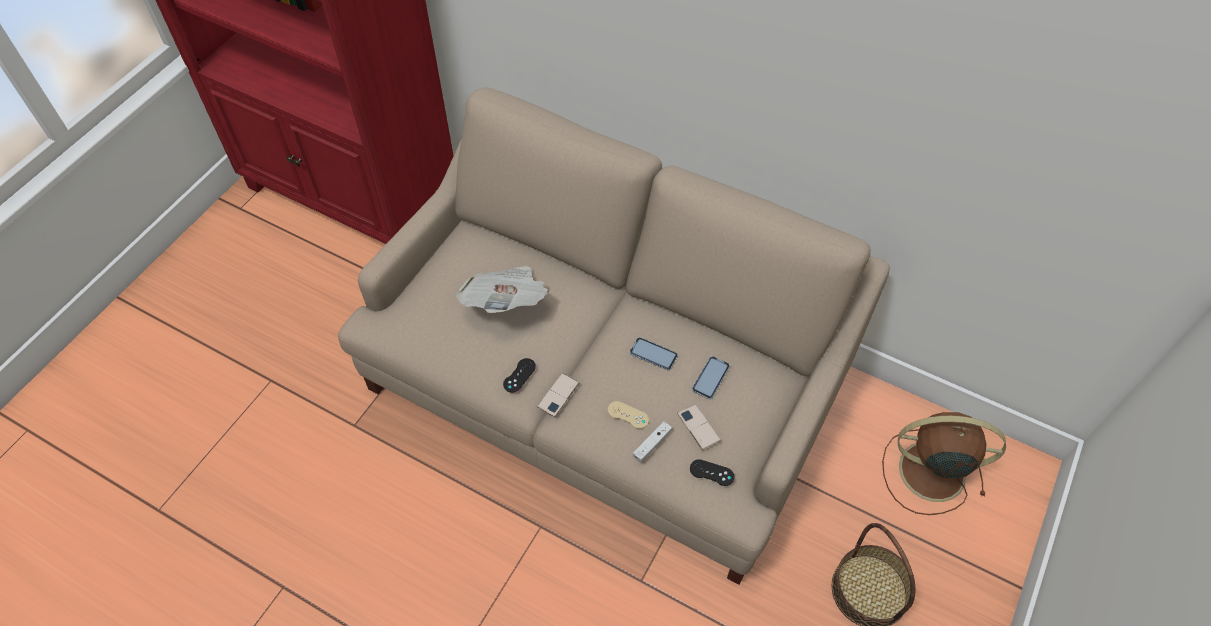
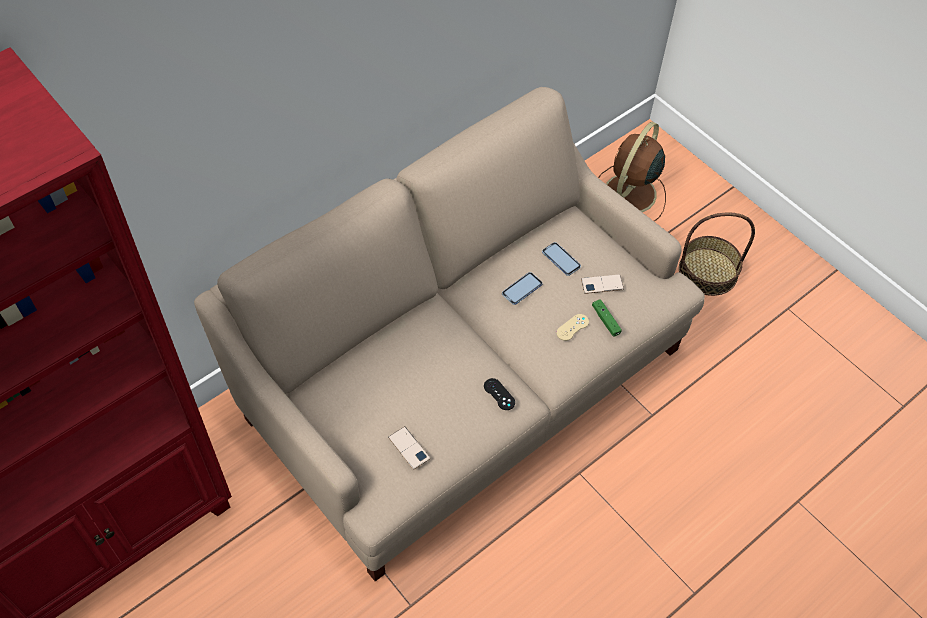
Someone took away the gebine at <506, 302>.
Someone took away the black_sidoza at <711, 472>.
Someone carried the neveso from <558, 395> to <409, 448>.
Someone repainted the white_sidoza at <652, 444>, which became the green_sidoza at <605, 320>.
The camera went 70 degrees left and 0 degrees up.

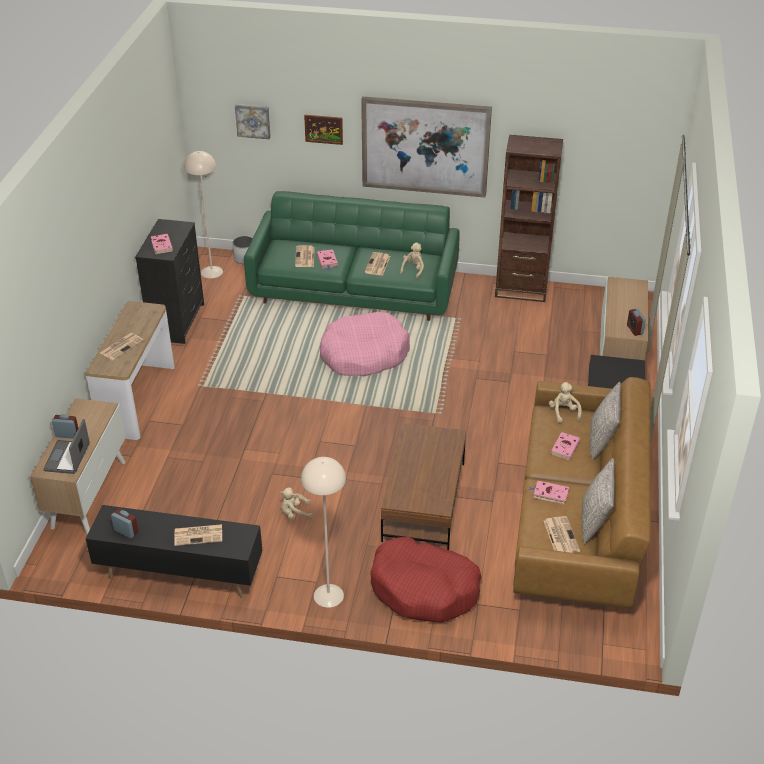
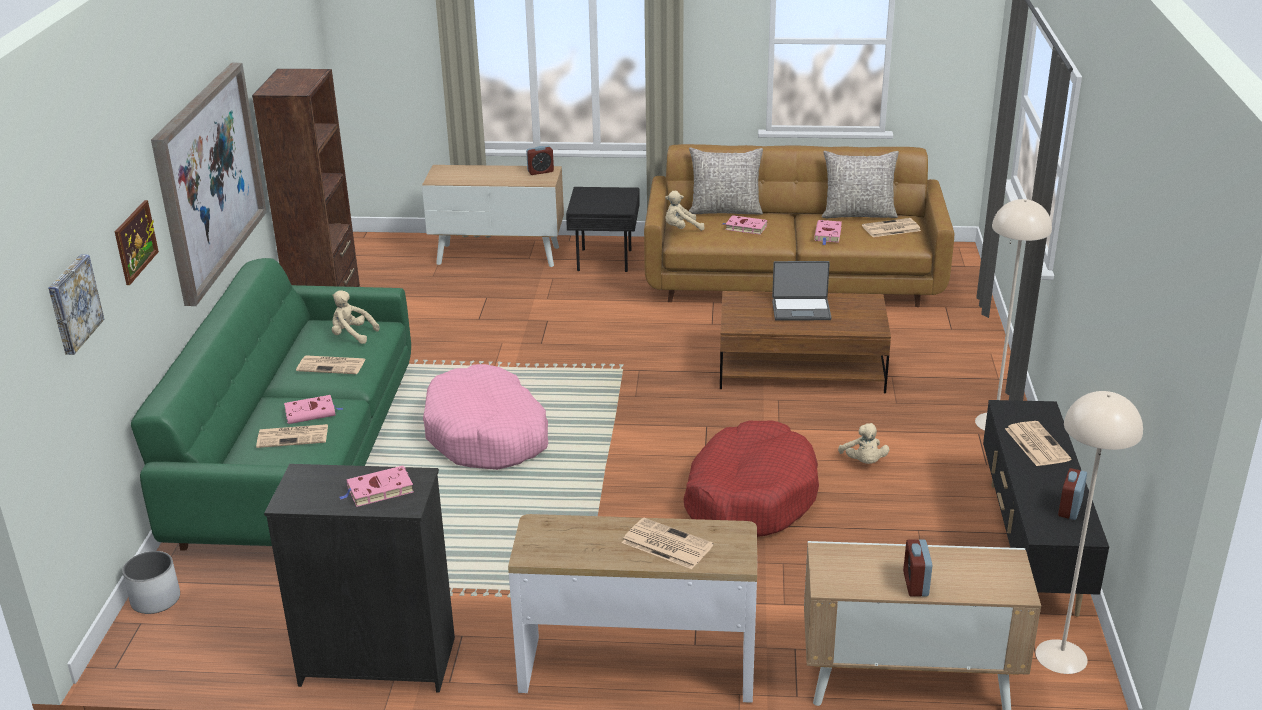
Someone carried the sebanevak from <68, 458> to <801, 310>.
Someone carried the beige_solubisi from <211, 272> to <1061, 656>.
Someone carried the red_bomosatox from <424, 589> to <749, 496>.
The camera went 95 degrees left and 10 degrees down.

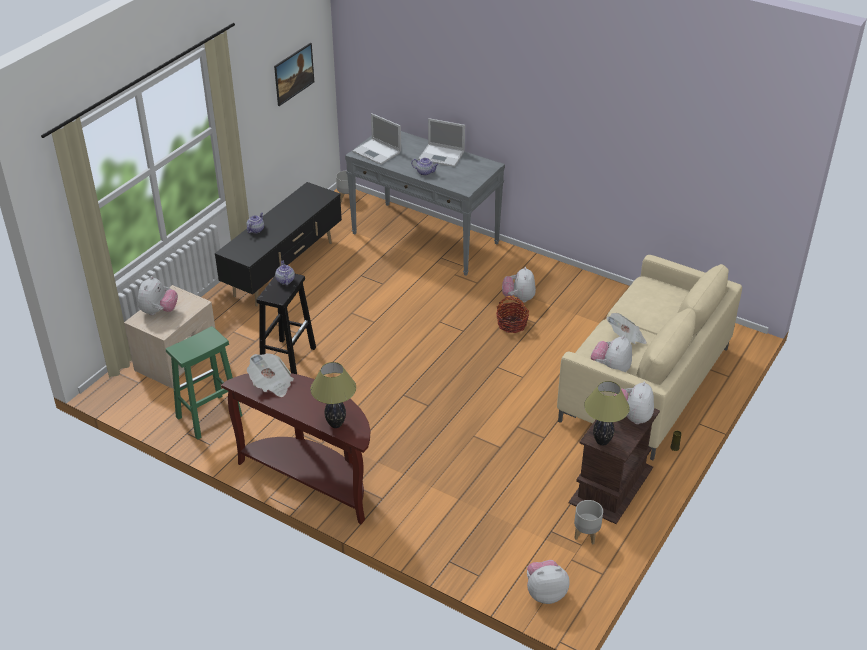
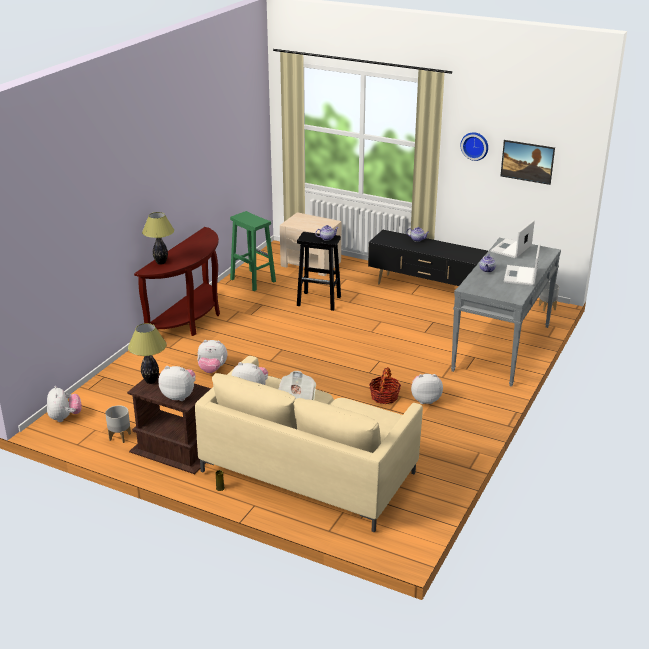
Someone took away the gebine at <271, 384>.
Someone put up the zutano at <475, 145>.
Someone carried the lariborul from <159, 311> to <212, 369>.
The camera went 85 degrees right and 10 degrees down.

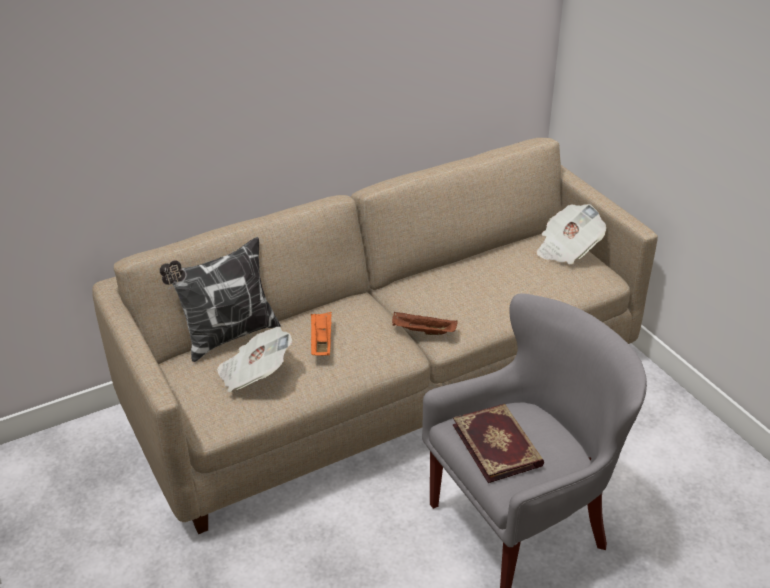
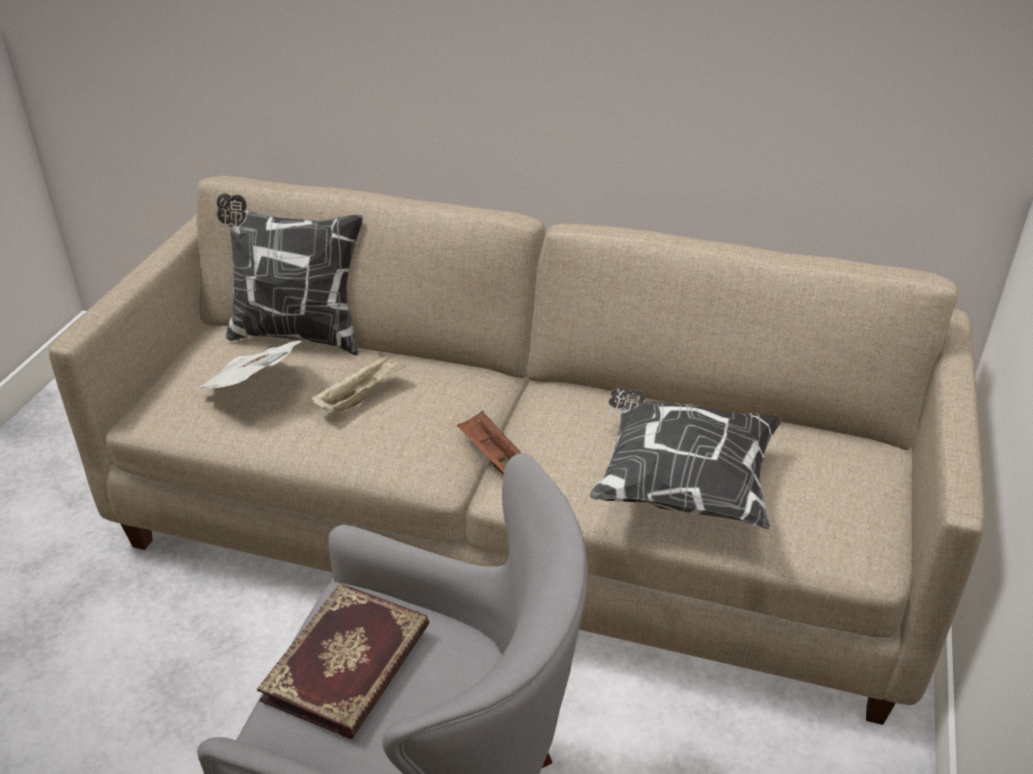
Someone took away the gebine at <567, 249>.
Someone put down the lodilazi at <681, 484>.
Someone repainted the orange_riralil at <321, 342>, which became the beige_riralil at <360, 396>.
The camera went 45 degrees right and 0 degrees up.

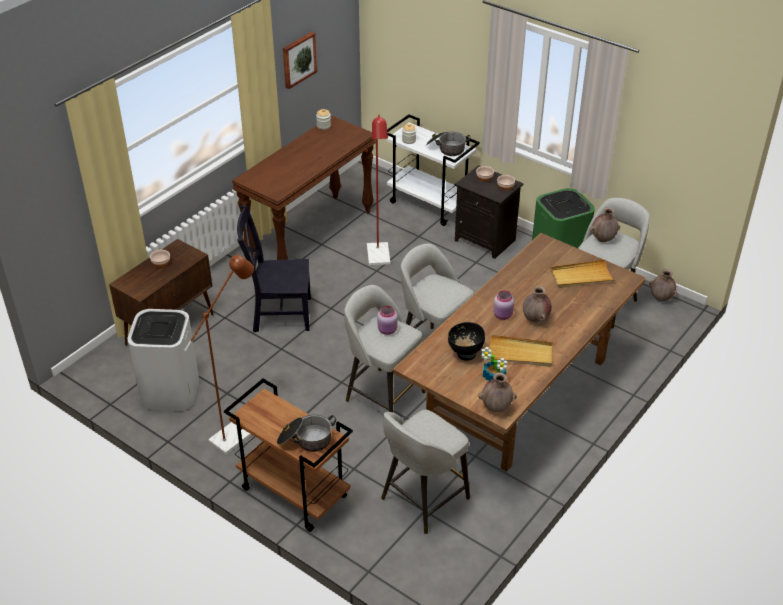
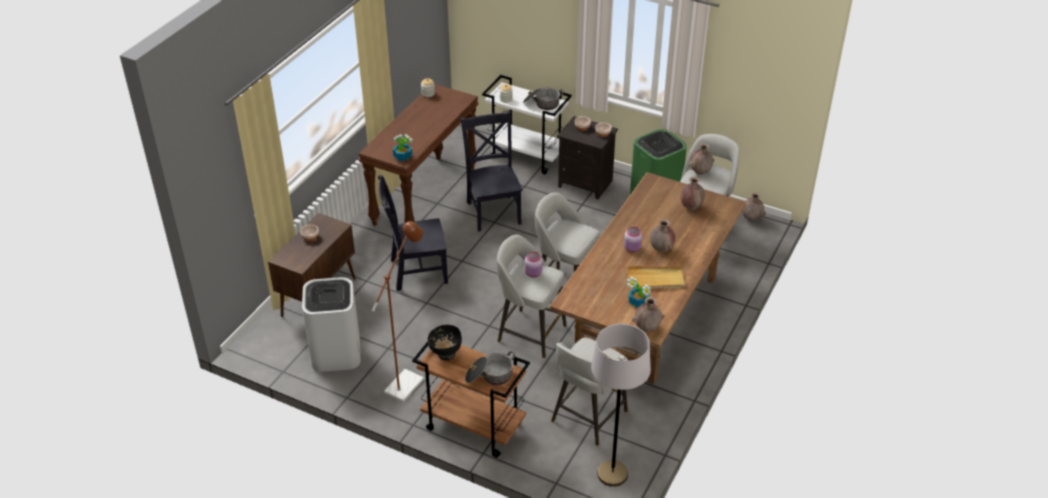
Someone took away the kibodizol at <298, 59>.
Someone put down the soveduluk at <402, 156>.
Someone put down the grey_solubisi at <612, 474>.
Someone carried the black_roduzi from <465, 354> to <446, 354>.
Someone swapped the red_solubisi at <379, 259> for the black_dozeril at <493, 211>.
Someone swapped the beige_riralil at <581, 276> for the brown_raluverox at <691, 207>.
The camera went 10 degrees left and 0 degrees up.

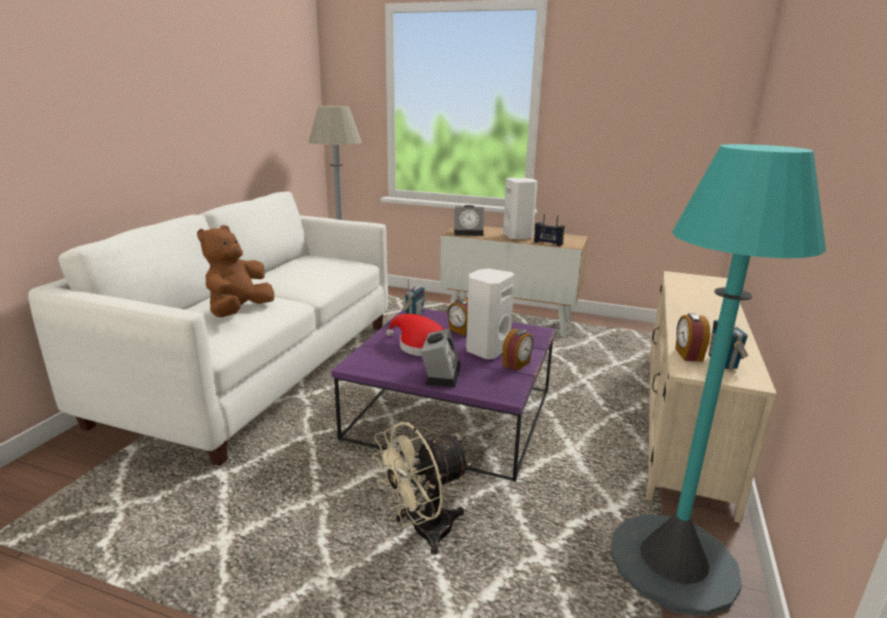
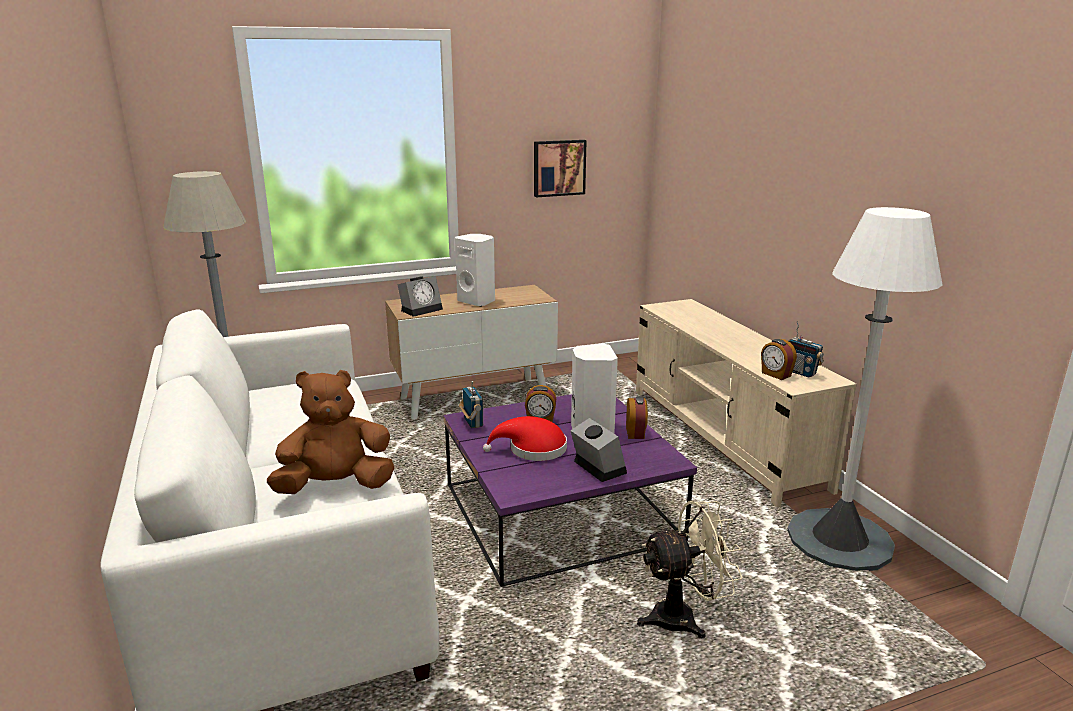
Someone took away the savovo at <548, 243>.
Someone put up the kibodizol at <558, 168>.
Someone repainted the turquoise_solubisi at <673, 562>, which became the white_solubisi at <839, 540>.
Someone rotated the brown_lariborul at <239, 311> by 90 degrees clockwise.
Someone rotated the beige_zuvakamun at <422, 532> by 120 degrees counterclockwise.
The camera went 40 degrees left and 0 degrees up.

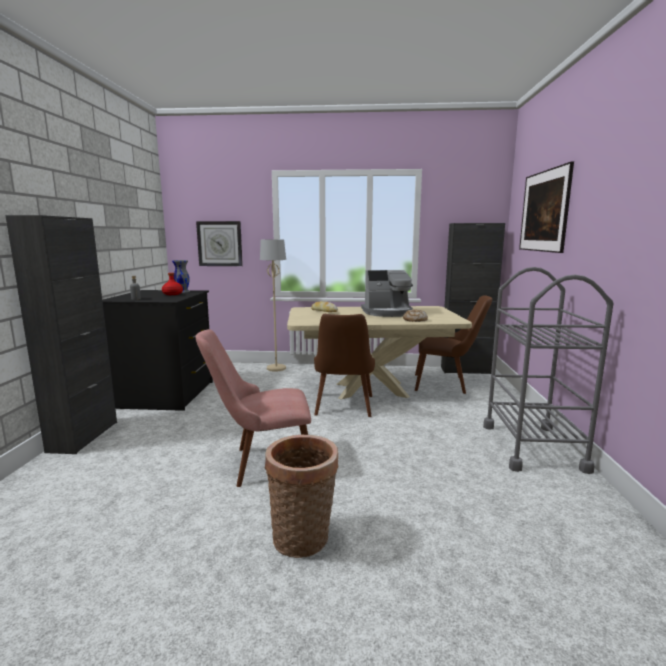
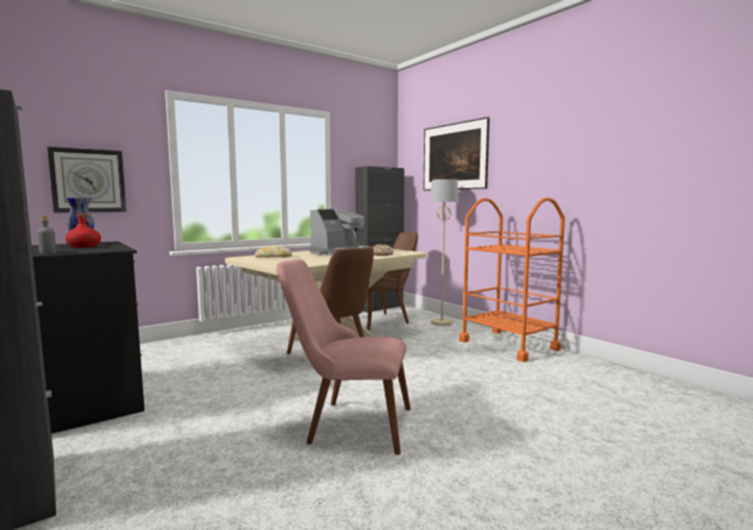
Someone took away the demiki at <303, 540>.
Someone carried the beige_solubisi from <276, 368> to <441, 322>.
Someone repainted the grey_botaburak at <532, 447>, which became the orange_botaburak at <508, 345>.
Someone rotated the pink_dozeril at <261, 464> by 60 degrees clockwise.
The camera went 40 degrees left and 5 degrees down.

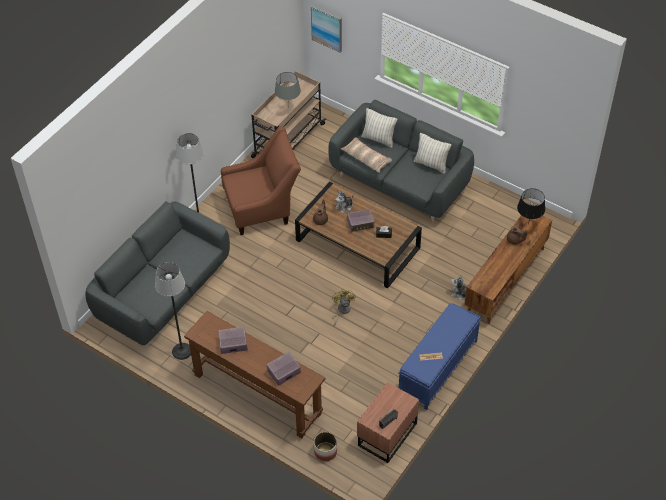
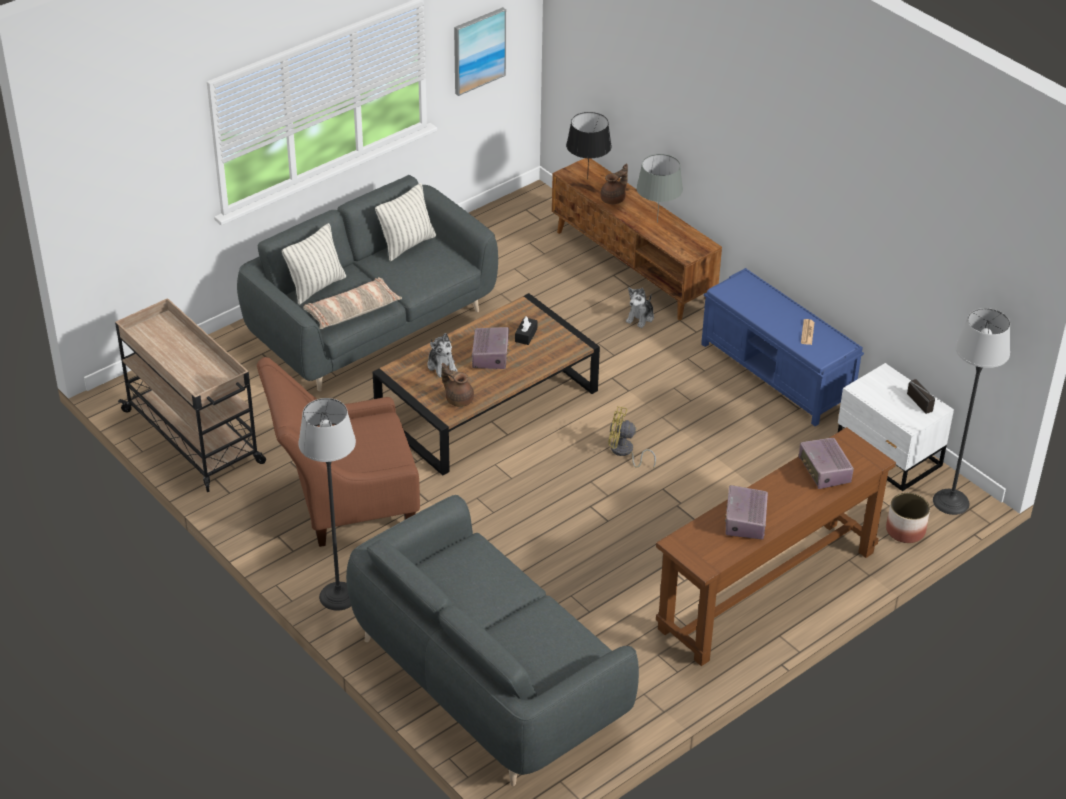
Someone carried the solubisi from <182, 351> to <951, 502>.
Someone carried the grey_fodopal from <288, 107> to <657, 222>.
Someone carried the kibodizol from <327, 28> to <478, 50>.
Someone repainted the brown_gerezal at <386, 434>, which became the white_gerezal at <888, 456>.
Someone rotated the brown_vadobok at <262, 208> by 105 degrees counterclockwise.
The camera went 75 degrees left and 10 degrees down.

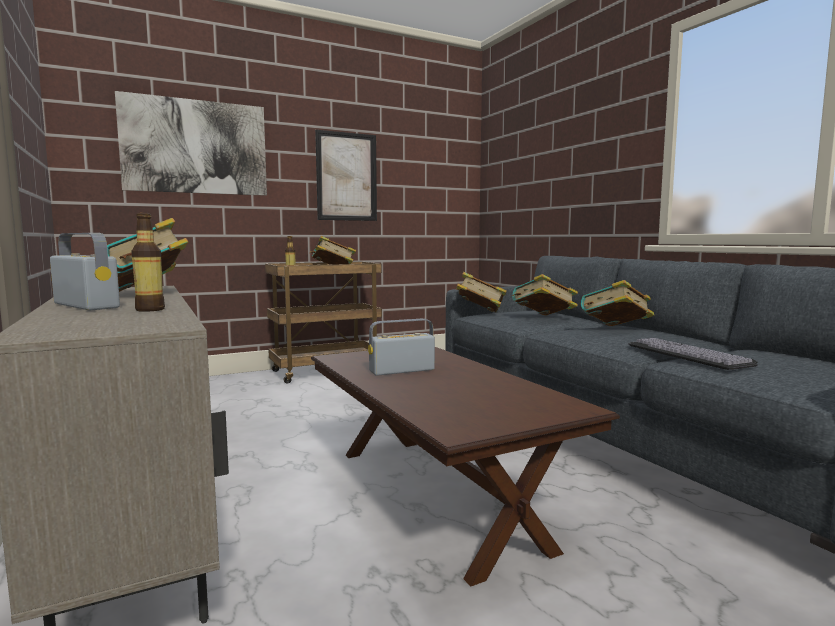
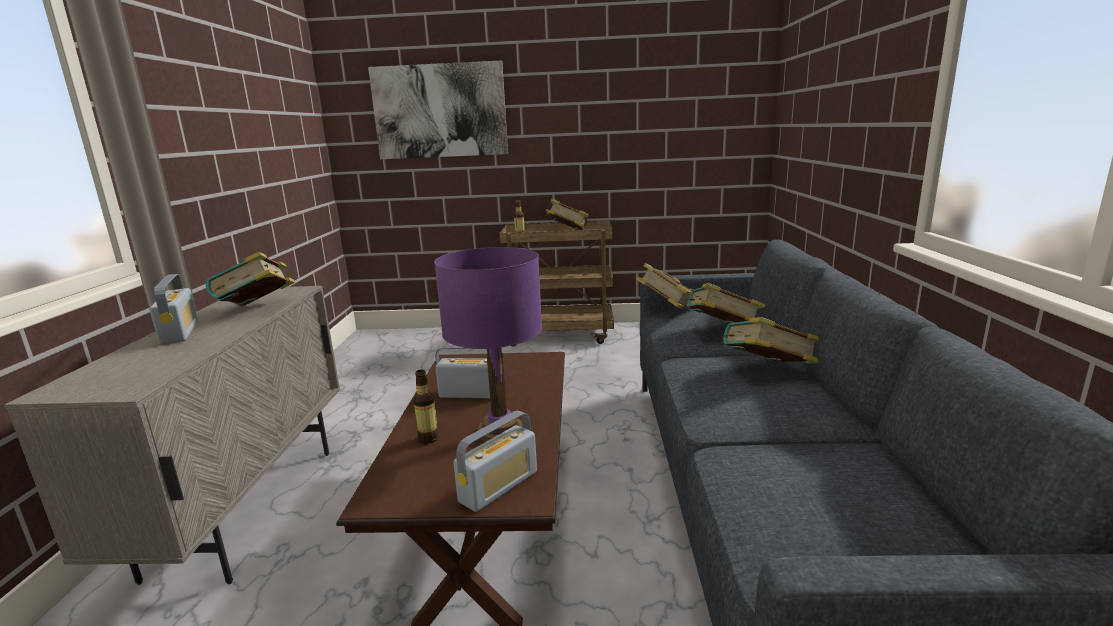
Someone took away the kibodizol at <346, 177>.
Someone took away the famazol at <693, 354>.
Someone put down the purple_fodopal at <501, 432>.
Someone put down the savovo at <499, 486>.
Someone carried the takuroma from <150, 310> to <428, 439>.
The camera went 30 degrees right and 10 degrees up.

